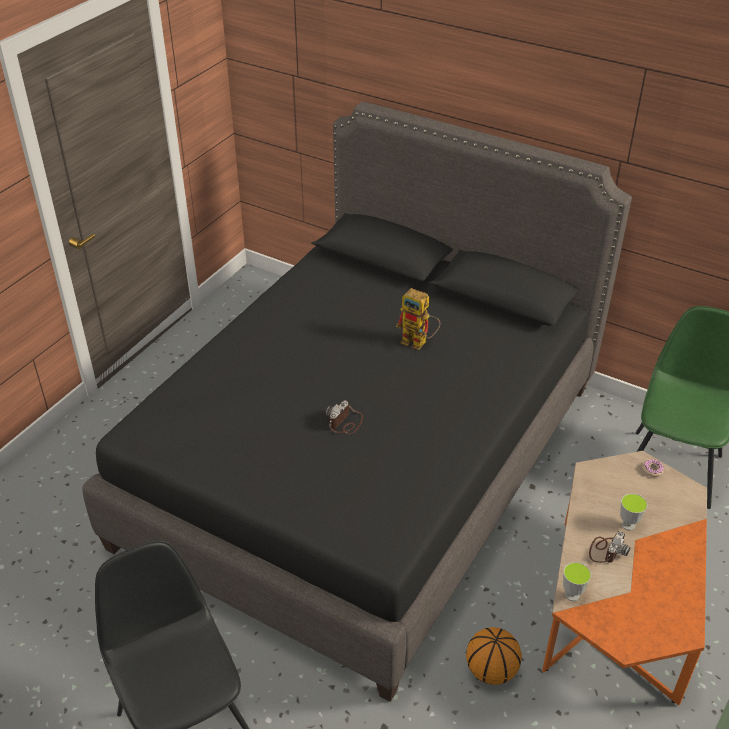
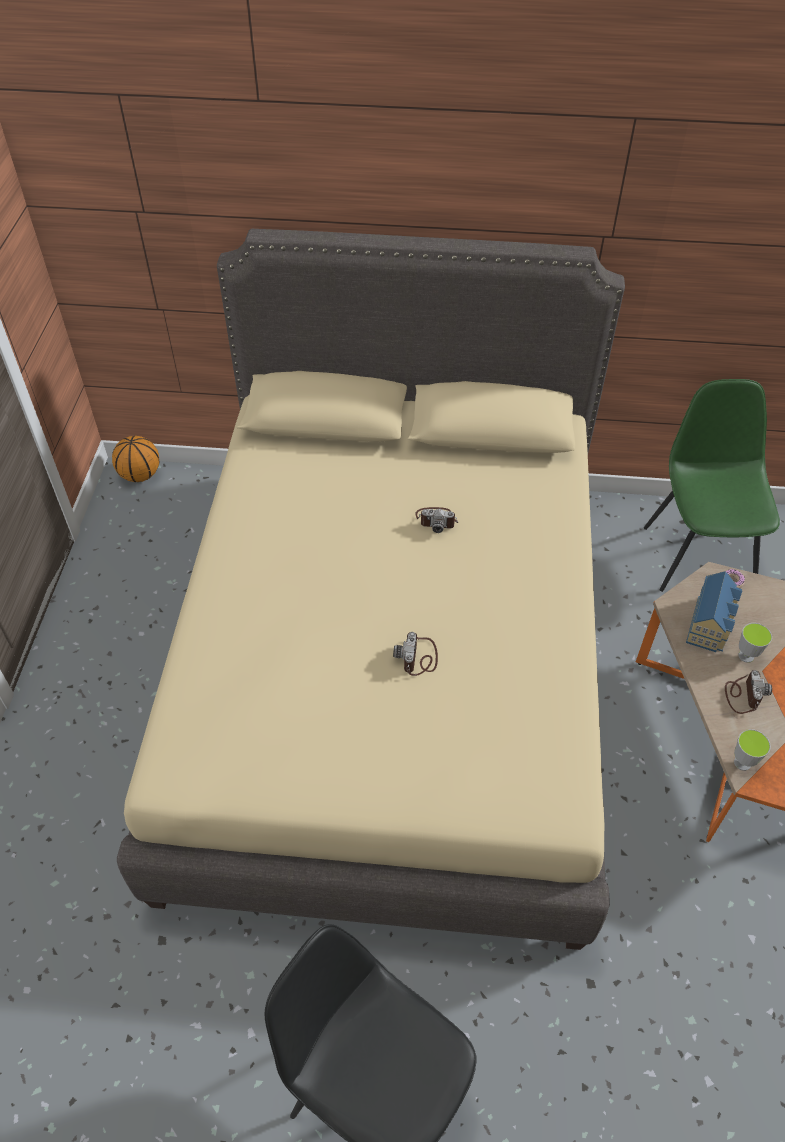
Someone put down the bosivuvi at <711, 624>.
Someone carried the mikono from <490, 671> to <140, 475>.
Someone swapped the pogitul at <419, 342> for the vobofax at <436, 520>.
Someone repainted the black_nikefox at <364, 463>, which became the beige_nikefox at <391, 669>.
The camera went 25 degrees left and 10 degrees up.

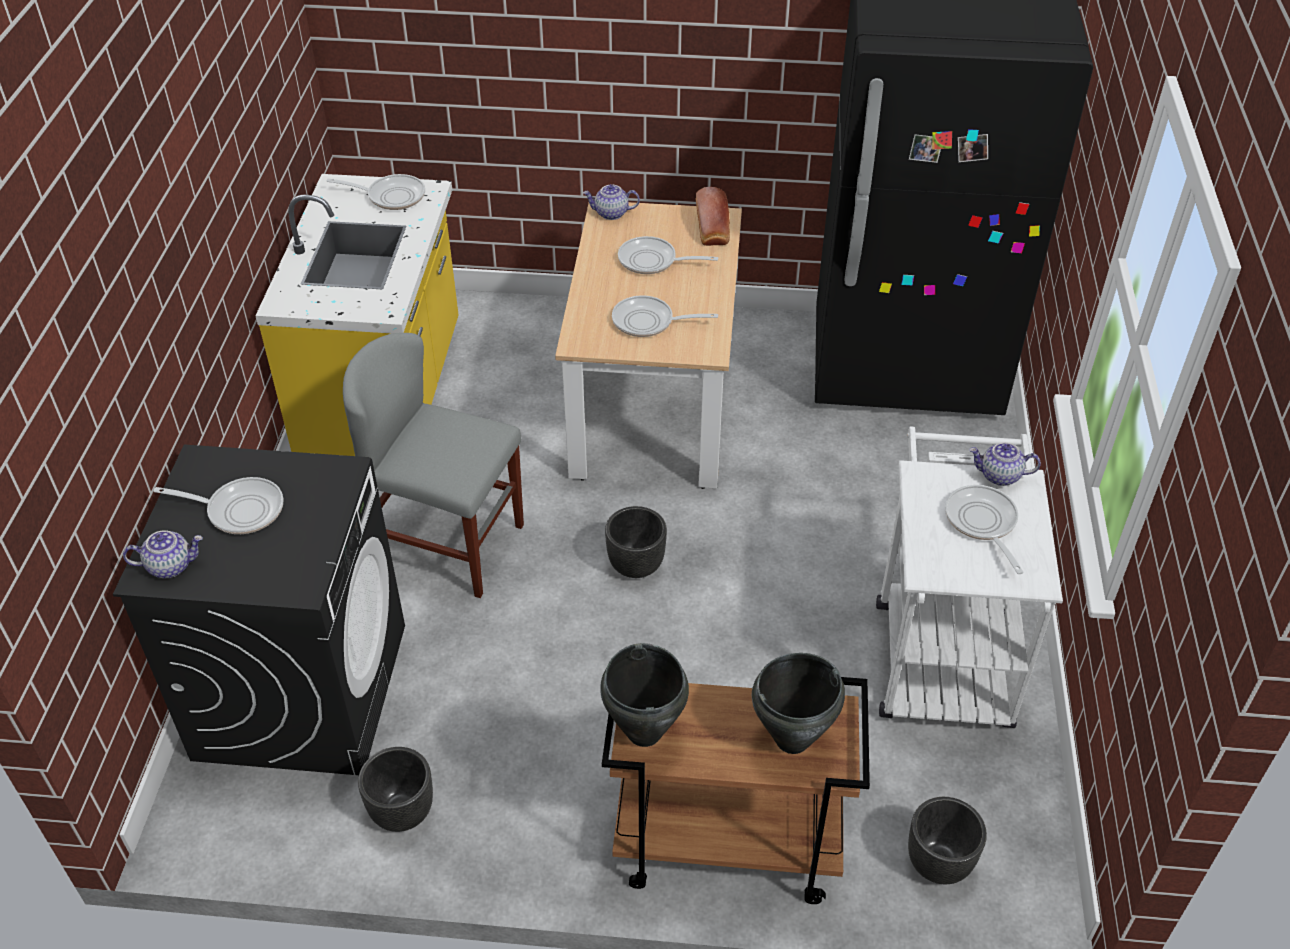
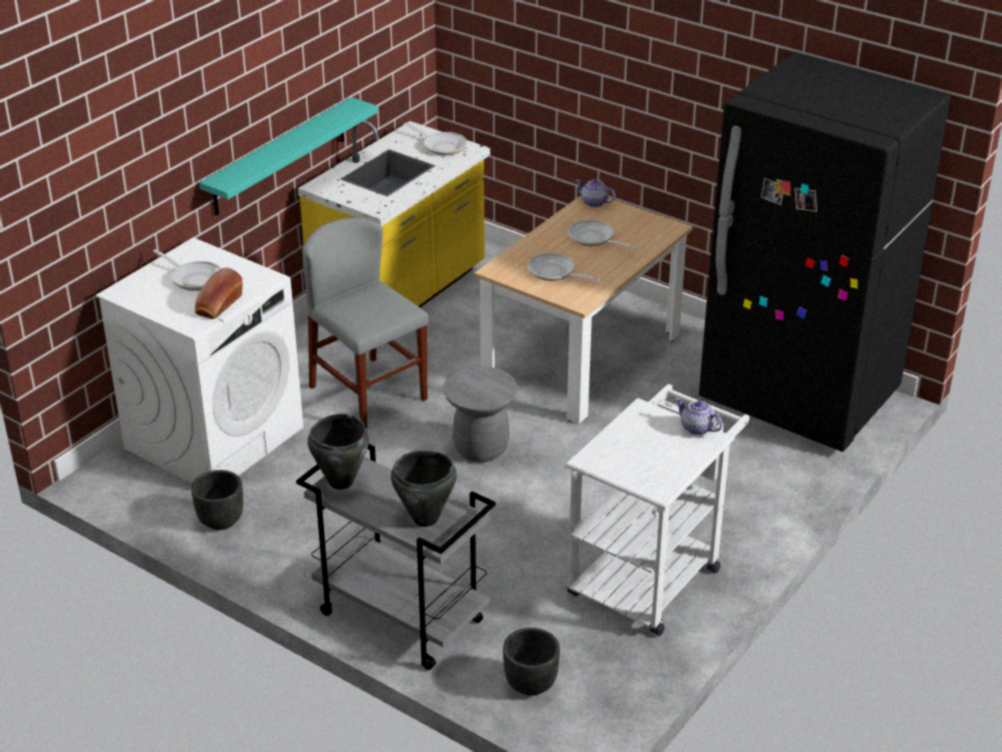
Someone took away the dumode at <170, 565>.
Someone took away the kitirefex at <982, 523>.
Someone put up the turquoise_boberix at <280, 157>.
Someone carried the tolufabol from <712, 230> to <218, 305>.
Someone swapped the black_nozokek at <635, 565> for the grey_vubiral at <481, 448>.
Someone repainted the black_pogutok at <302, 690>, which became the white_pogutok at <215, 437>.
Someone repainted the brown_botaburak at <725, 846>, which became the grey_botaburak at <399, 617>.
The camera went 30 degrees right and 10 degrees down.

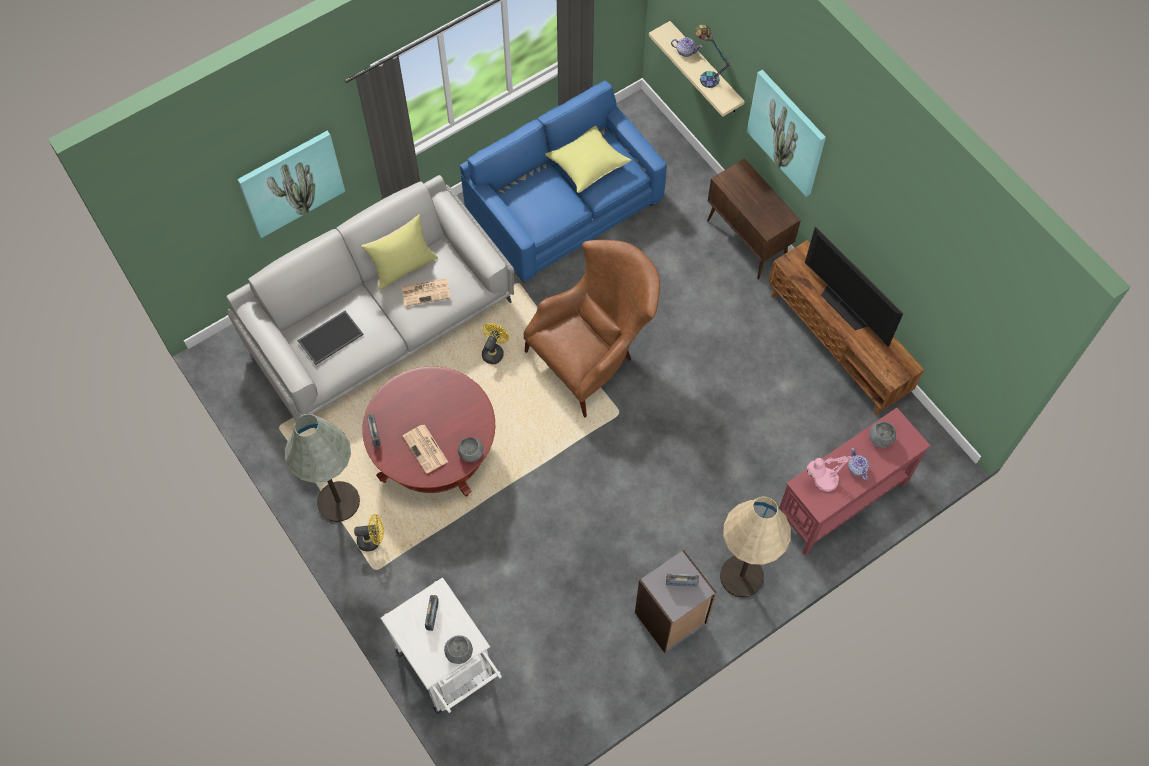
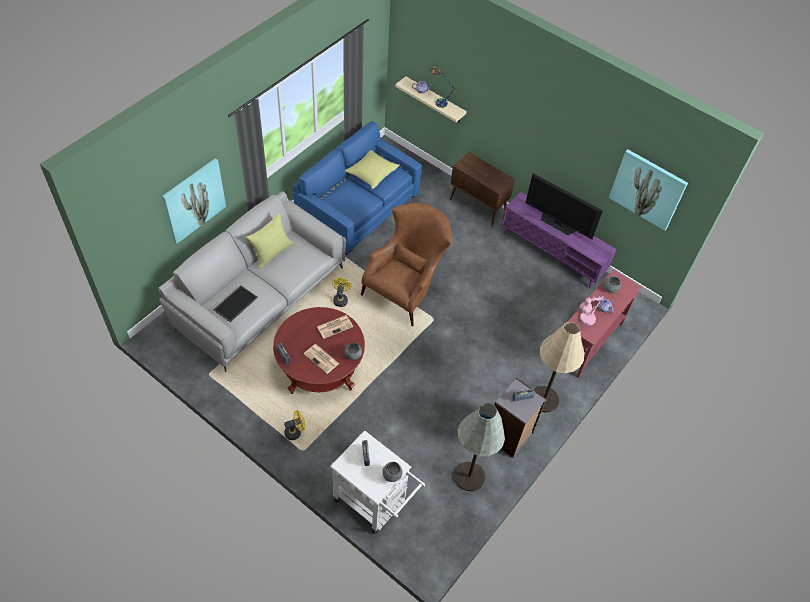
Someone carried the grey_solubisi from <338, 502> to <469, 476>.
Someone carried the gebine from <426, 292> to <335, 326>.
Someone carried the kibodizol from <787, 132> to <647, 189>.
Someone repainted the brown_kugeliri at <837, 345>, which became the purple_kugeliri at <552, 254>.
The camera went 20 degrees left and 10 degrees down.

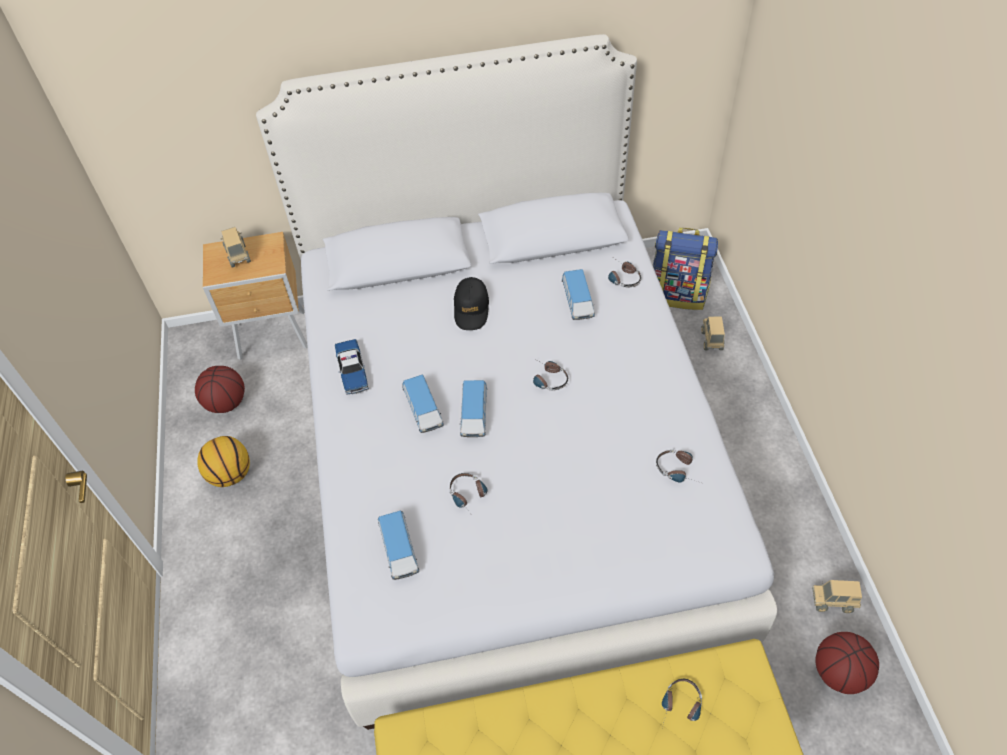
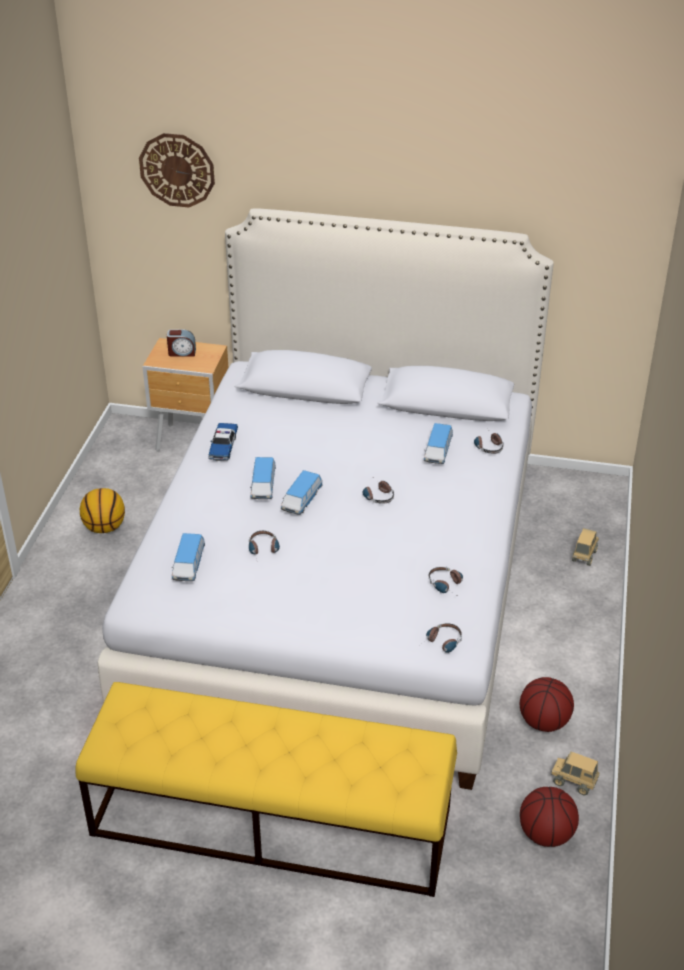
Someone took away the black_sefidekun at <471, 308>.
Someone took away the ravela at <678, 294>.
Someone put up the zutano at <177, 170>.
Someone carried the mikono from <225, 403> to <543, 722>.
Someone carried the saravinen from <680, 708> to <441, 644>.
Someone swapped the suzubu at <238, 256> for the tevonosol at <182, 352>.
The camera went 20 degrees right and 15 degrees down.

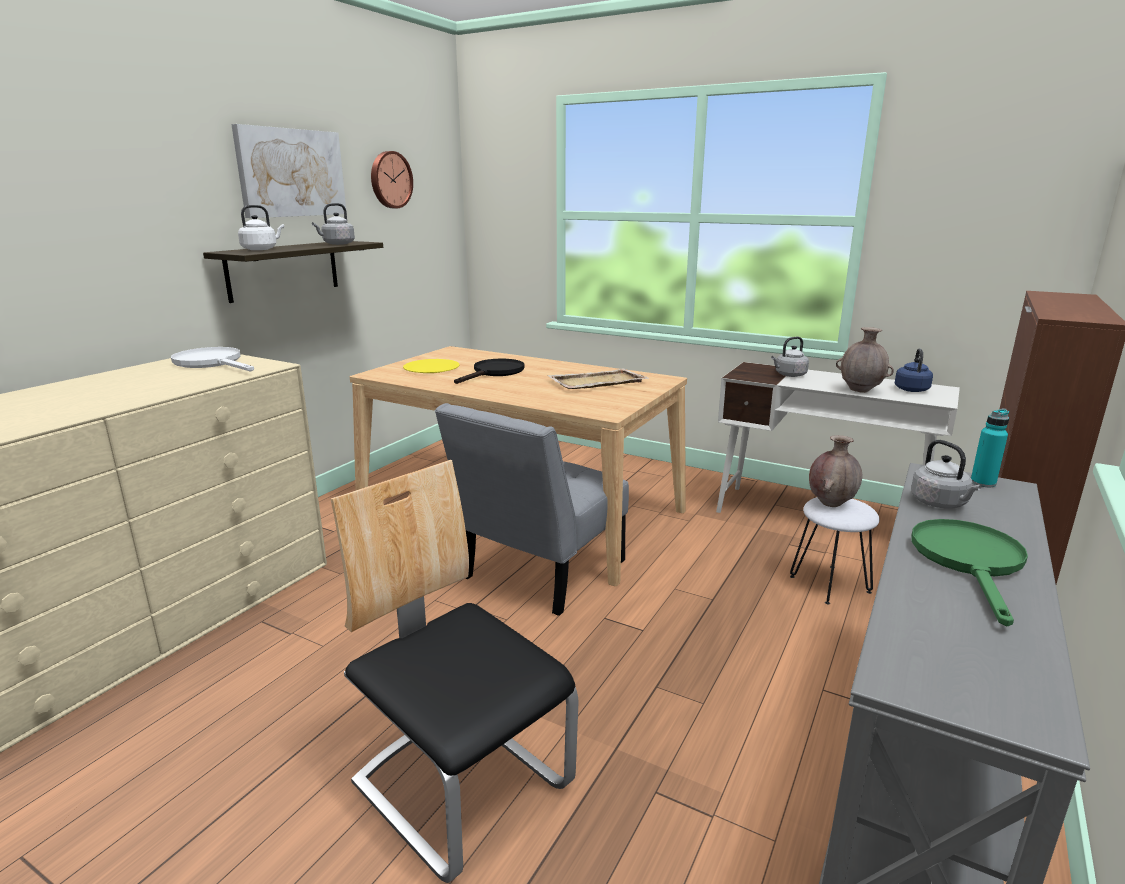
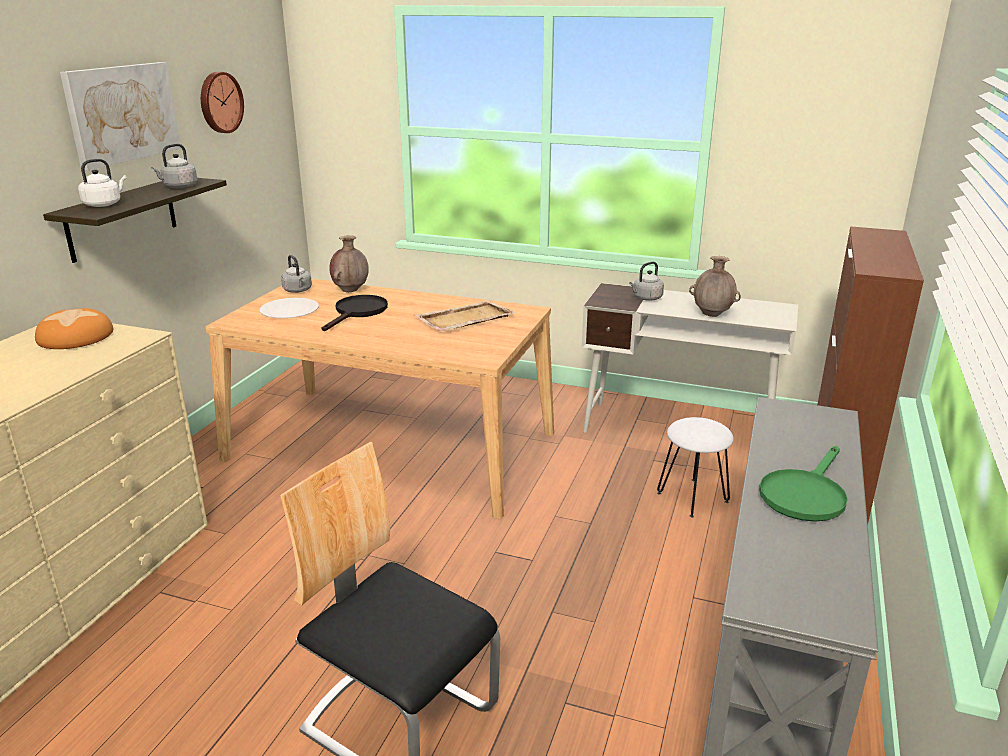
Someone took away the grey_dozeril at <538, 573>.
Someone took away the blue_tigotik at <911, 389>.
Someone took away the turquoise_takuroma at <983, 483>.
Someone carried the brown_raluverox from <831, 503> to <350, 290>.
Someone carried the grey_tigotik from <940, 504> to <298, 291>.
Someone swapped the white_kitirefex at <213, 363> for the tolufabol at <76, 336>.
Someone repainted the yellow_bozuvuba at <431, 368>, which became the white_bozuvuba at <289, 310>.
Someone rotated the green_kitirefex at <970, 562> by 150 degrees counterclockwise.
The camera went 10 degrees left and 5 degrees up.

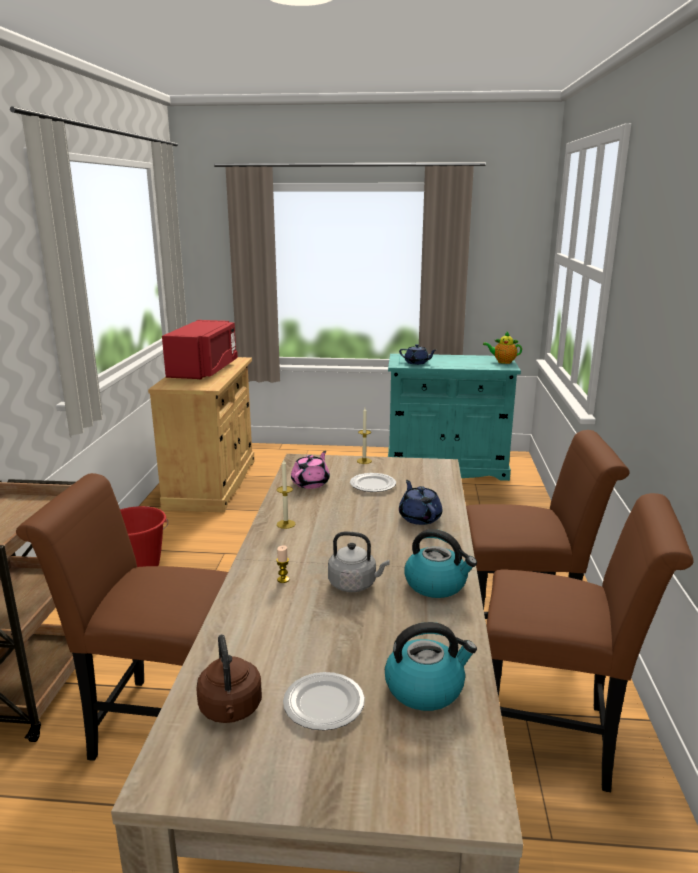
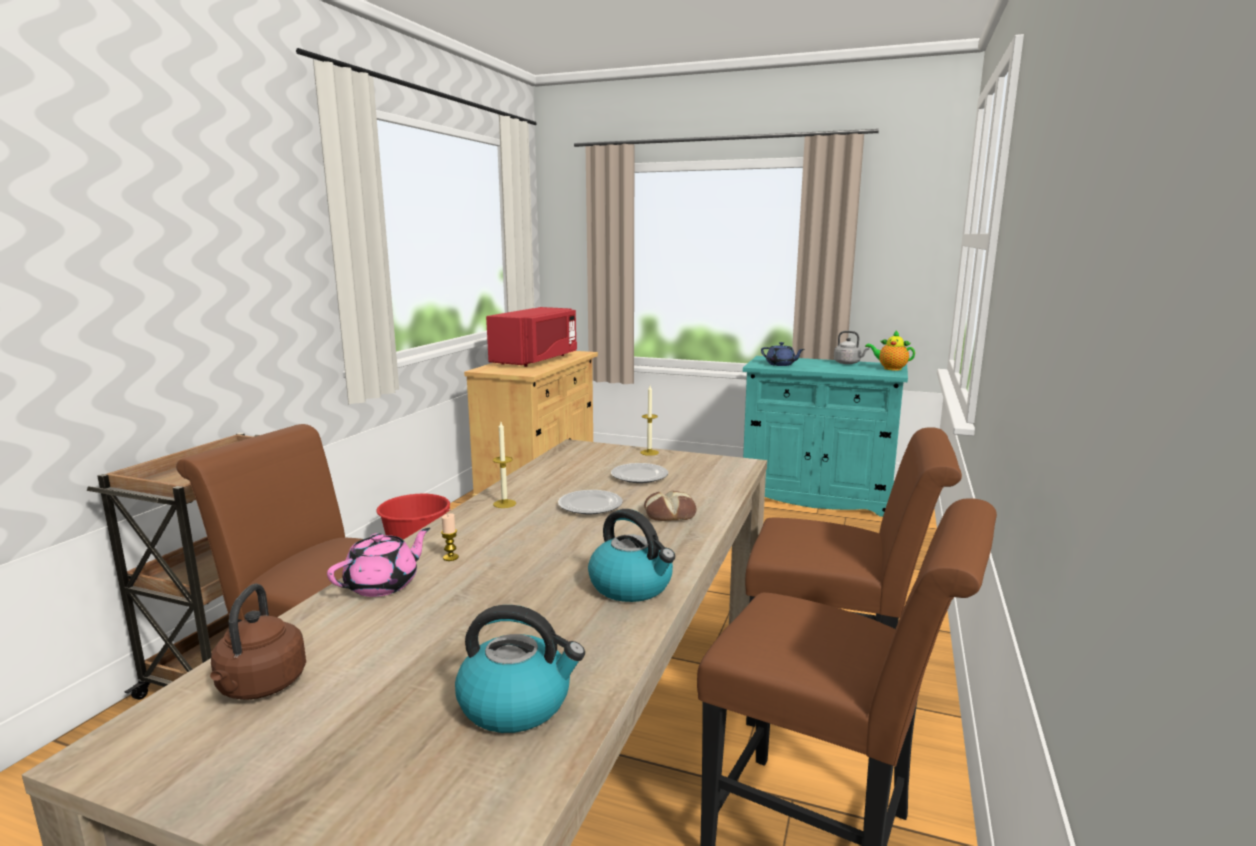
Someone carried the bozuvuba from <323, 705> to <590, 506>.
Someone carried the pink_dumode from <311, 483> to <383, 585>.
Someone carried the grey_tigotik from <355, 584> to <848, 363>.
Someone swapped the blue_dumode at <419, 517> for the tolufabol at <669, 513>.
The camera went 15 degrees right and 5 degrees down.

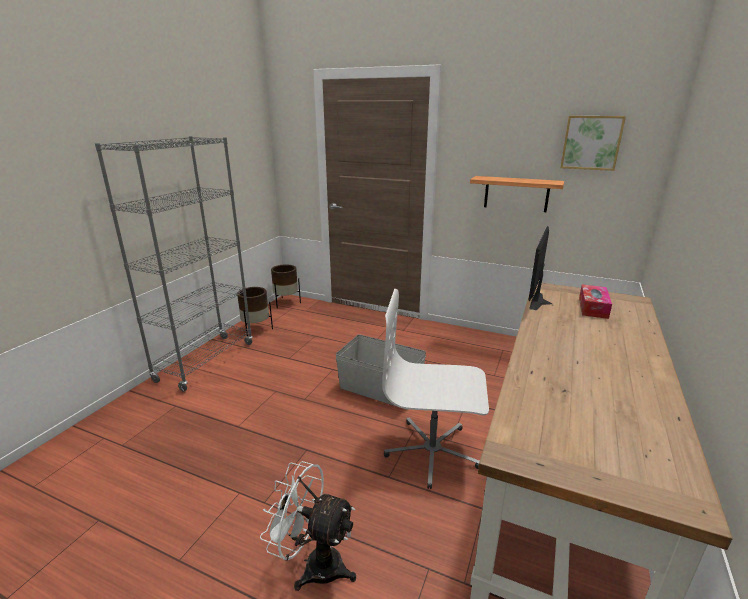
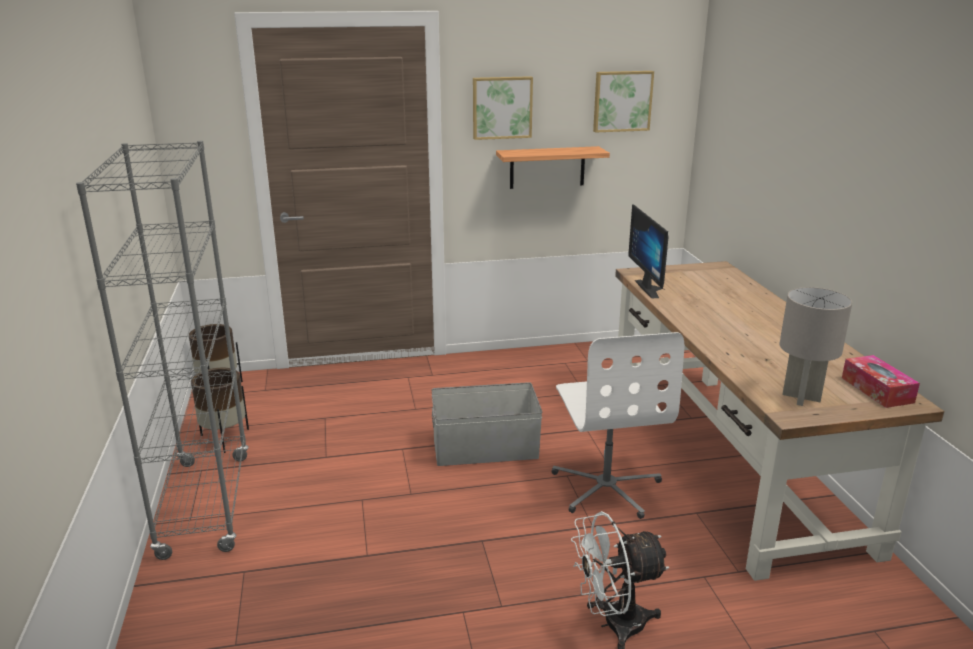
Someone put up the kibodizol at <501, 107>.
Someone put down the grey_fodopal at <801, 397>.
Someone carried the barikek from <593, 307> to <877, 390>.
Someone rotated the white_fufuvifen at <432, 452> by 75 degrees counterclockwise.
The camera went 35 degrees left and 0 degrees up.

